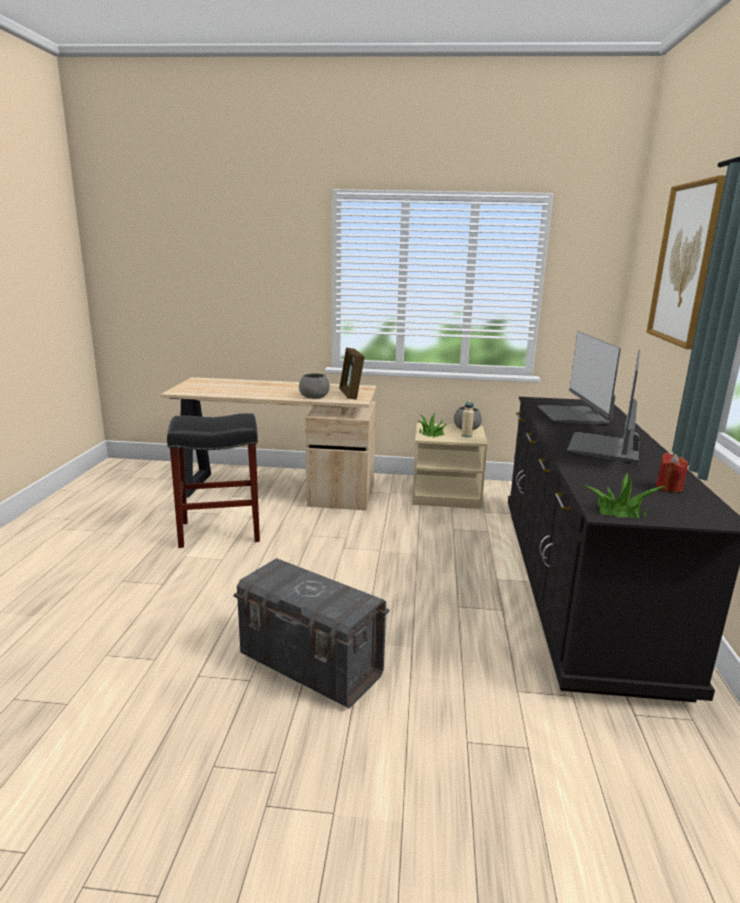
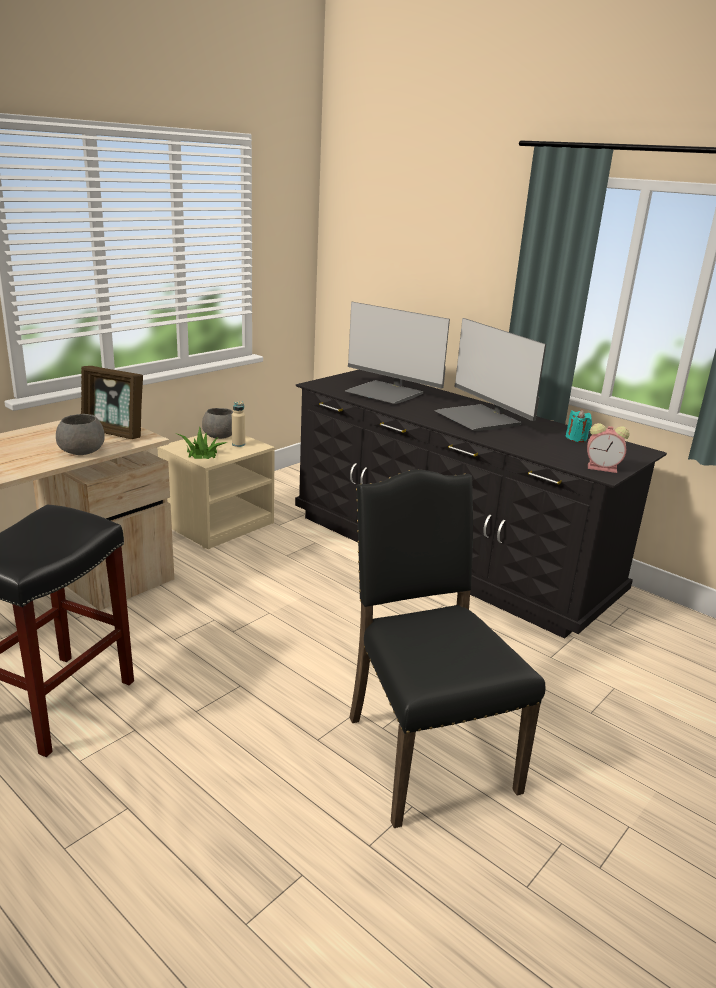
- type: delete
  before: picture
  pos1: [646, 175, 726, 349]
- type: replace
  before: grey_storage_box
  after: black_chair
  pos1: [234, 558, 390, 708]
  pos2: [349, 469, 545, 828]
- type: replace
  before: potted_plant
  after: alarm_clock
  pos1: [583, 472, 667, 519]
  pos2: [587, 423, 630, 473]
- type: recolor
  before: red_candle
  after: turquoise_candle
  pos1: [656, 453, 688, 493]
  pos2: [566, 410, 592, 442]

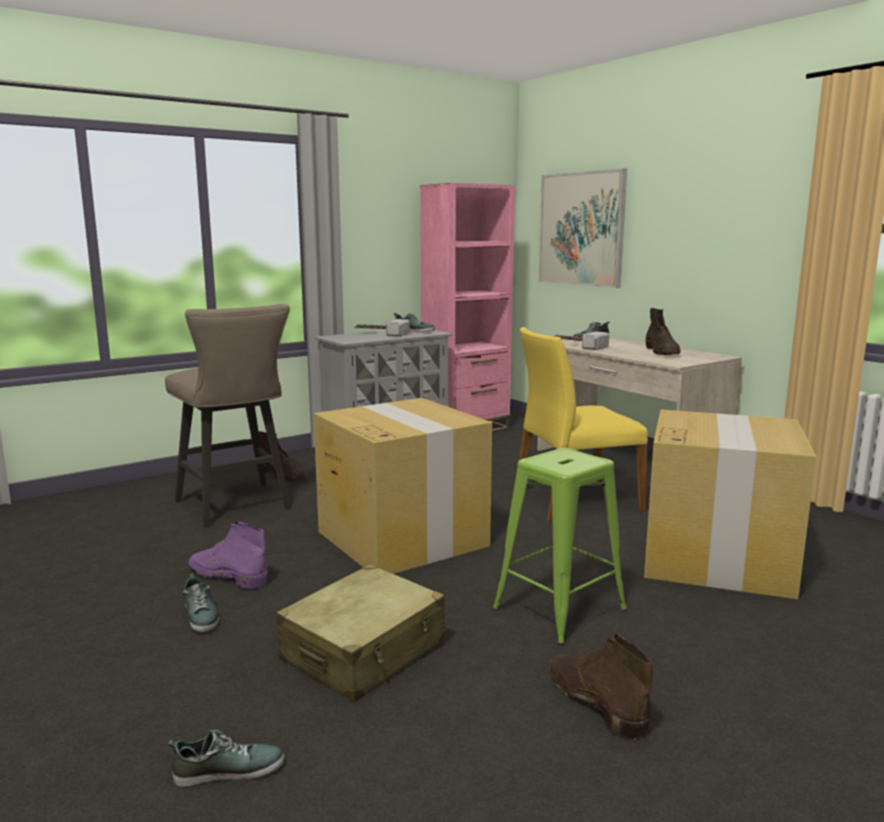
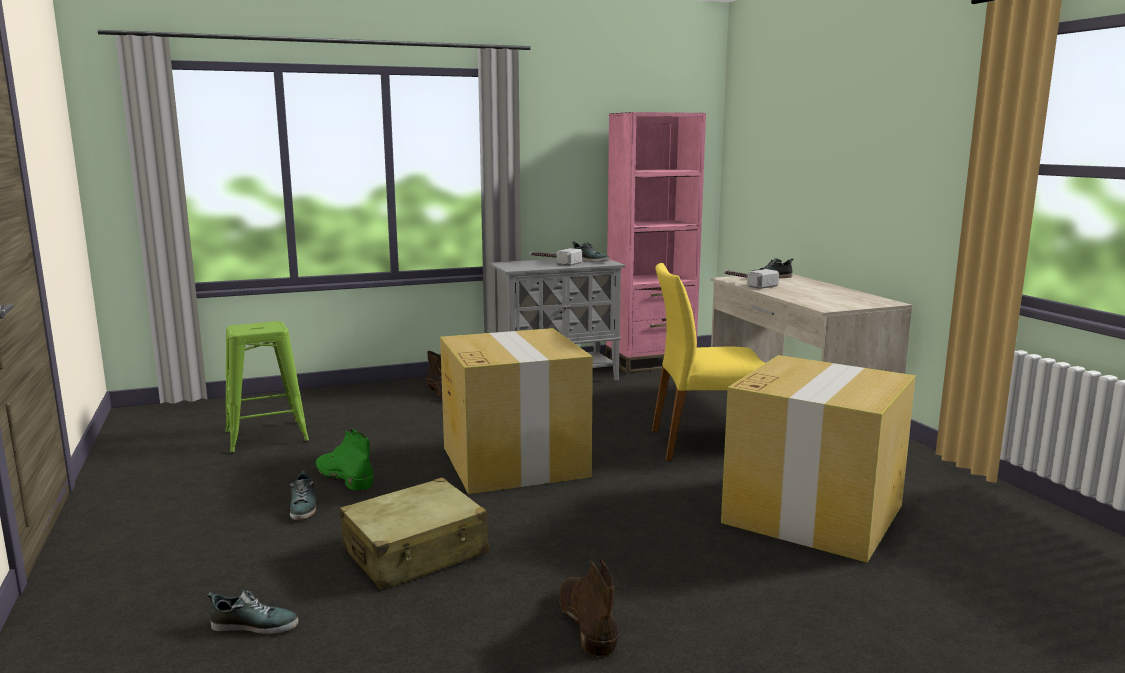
- type: delete
  before: beige_stool
  pos1: [165, 304, 291, 527]
- type: delete
  before: picture
  pos1: [538, 168, 627, 288]
- type: delete
  before: brown_boot
  pos1: [646, 308, 681, 355]
- type: move
  before: green_stool
  pos1: [492, 448, 627, 645]
  pos2: [225, 321, 309, 453]
- type: recolor
  before: purple_boot
  after: green_boot
  pos1: [188, 521, 268, 589]
  pos2: [316, 429, 373, 491]

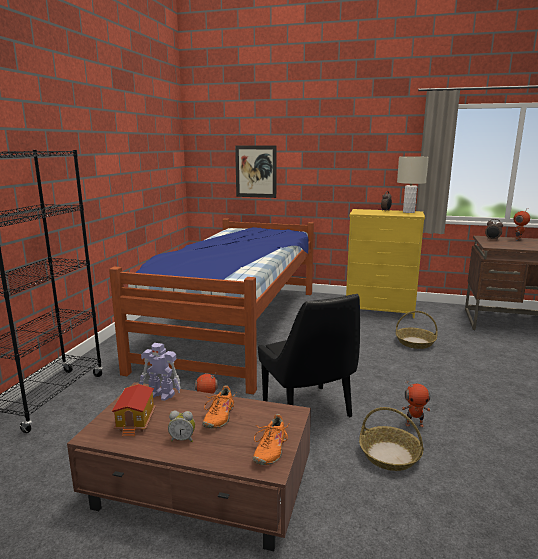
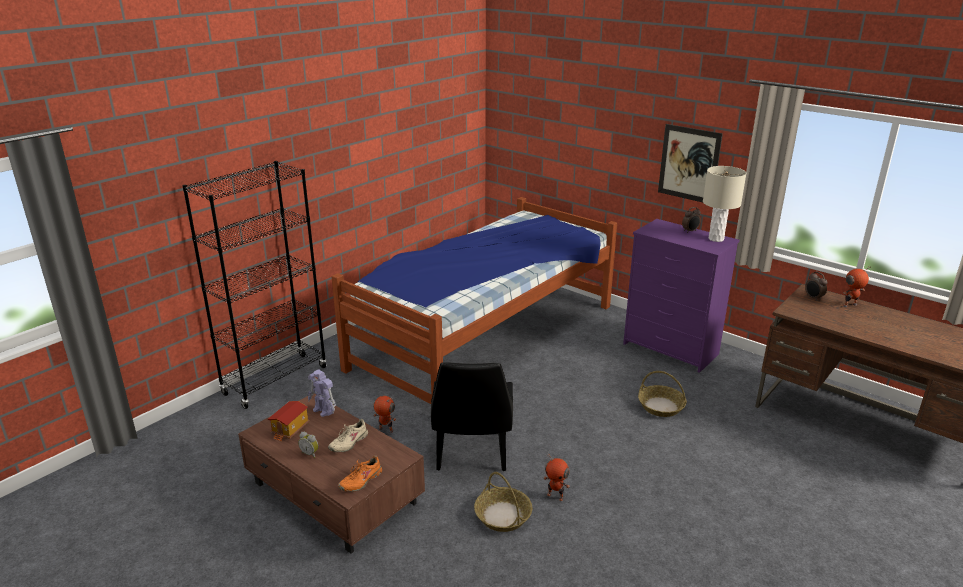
- type: move
  before: picture
  pos1: [235, 145, 277, 198]
  pos2: [658, 124, 723, 203]
- type: recolor
  before: orange_shoe
  after: beige_shoe
  pos1: [202, 385, 237, 429]
  pos2: [328, 419, 368, 452]
- type: recolor
  before: yellow_dresser
  after: purple_dresser
  pos1: [346, 209, 425, 318]
  pos2: [623, 219, 740, 373]

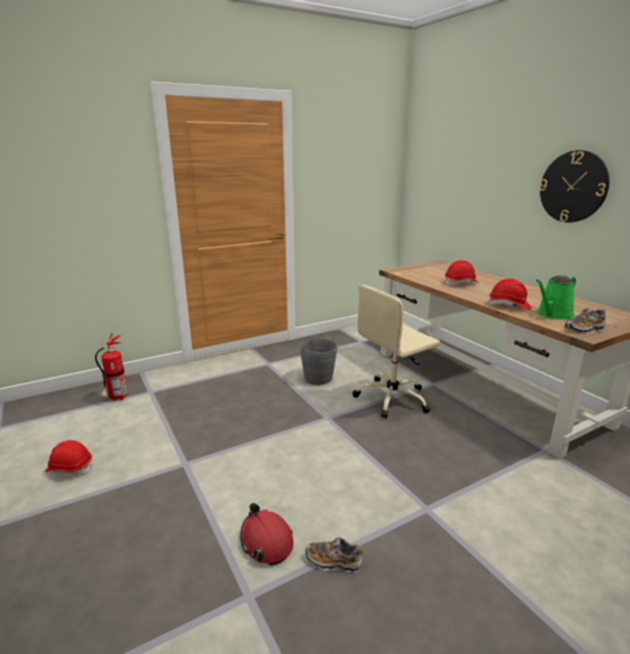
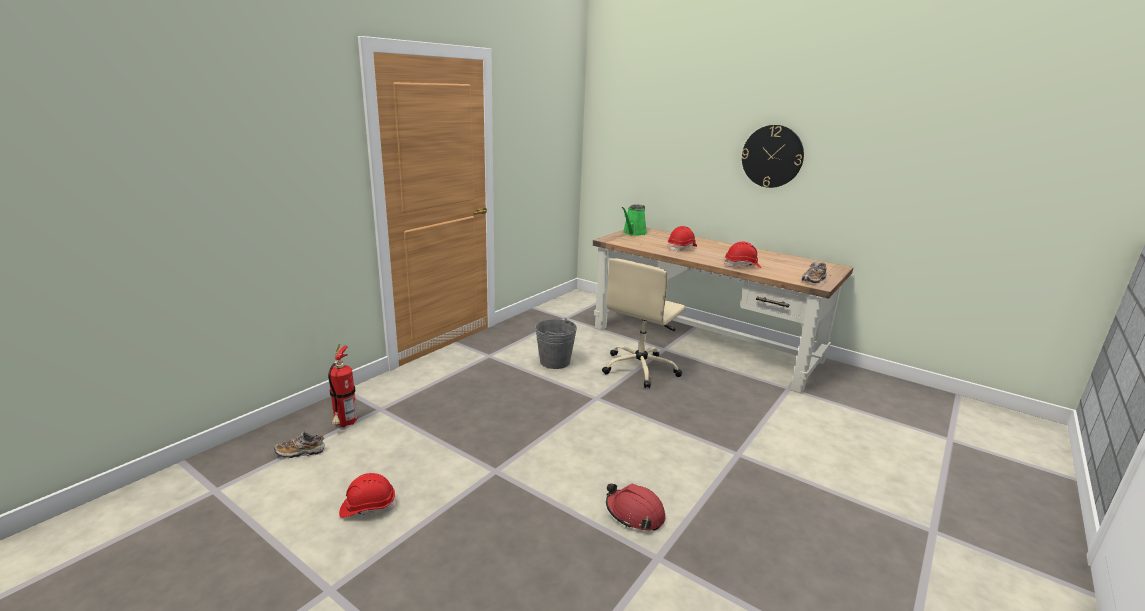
- type: move
  before: shoe
  pos1: [306, 537, 363, 572]
  pos2: [274, 431, 325, 459]
- type: move
  before: green_watering_can
  pos1: [536, 275, 576, 320]
  pos2: [622, 204, 647, 236]

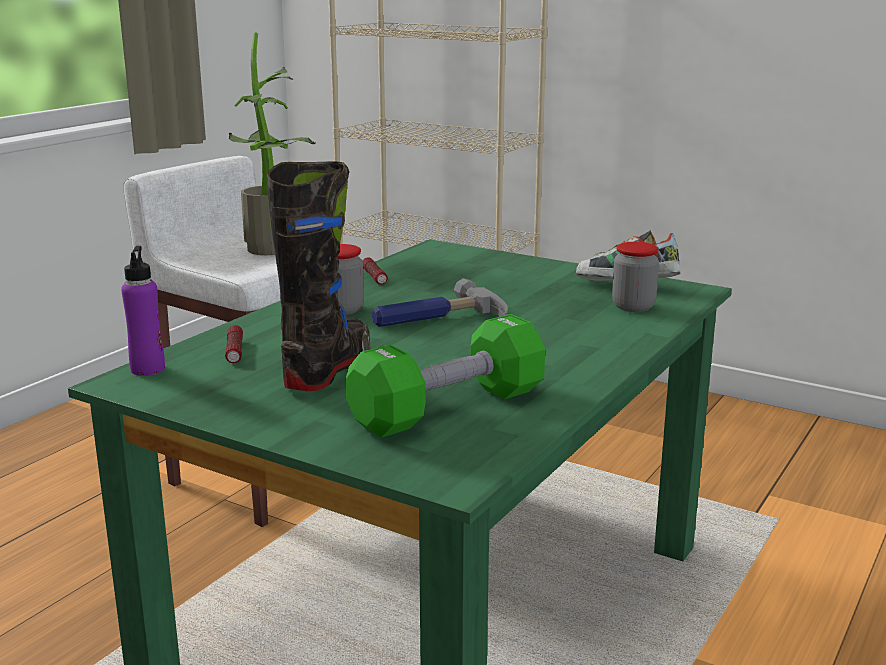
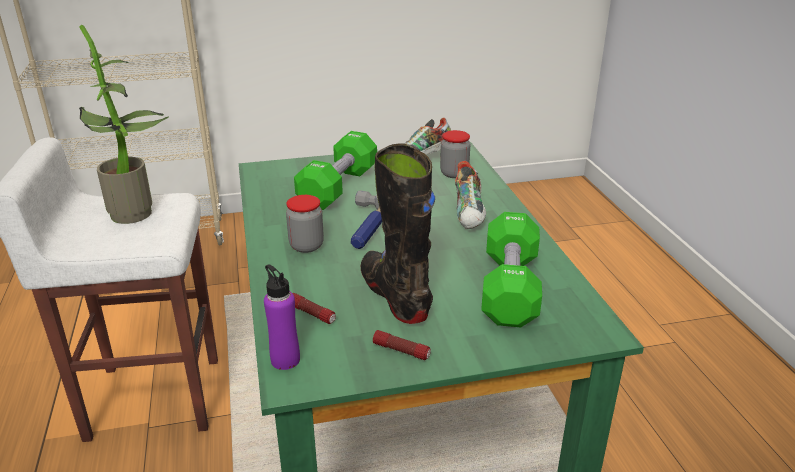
- type: insert
  after: green_dumbbell
  pos2: [294, 131, 377, 210]
- type: insert
  after: shoe
  pos2: [455, 161, 486, 229]
- type: move
  before: flashlight
  pos1: [363, 257, 388, 285]
  pos2: [373, 330, 431, 360]

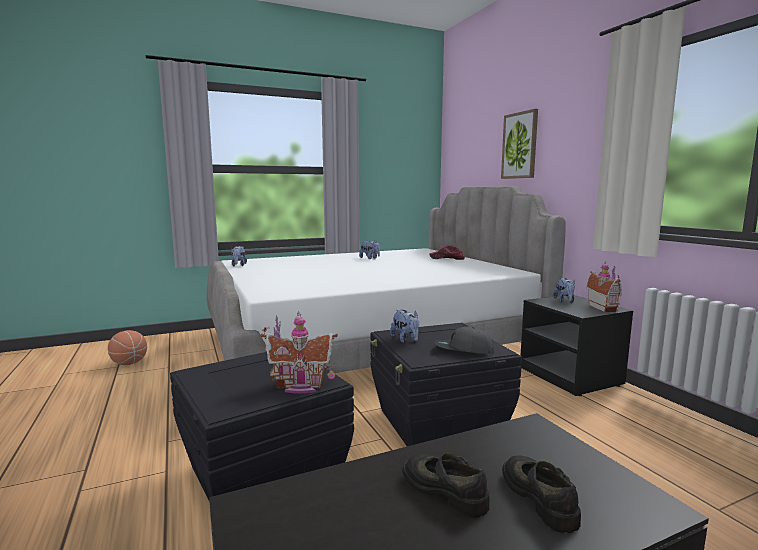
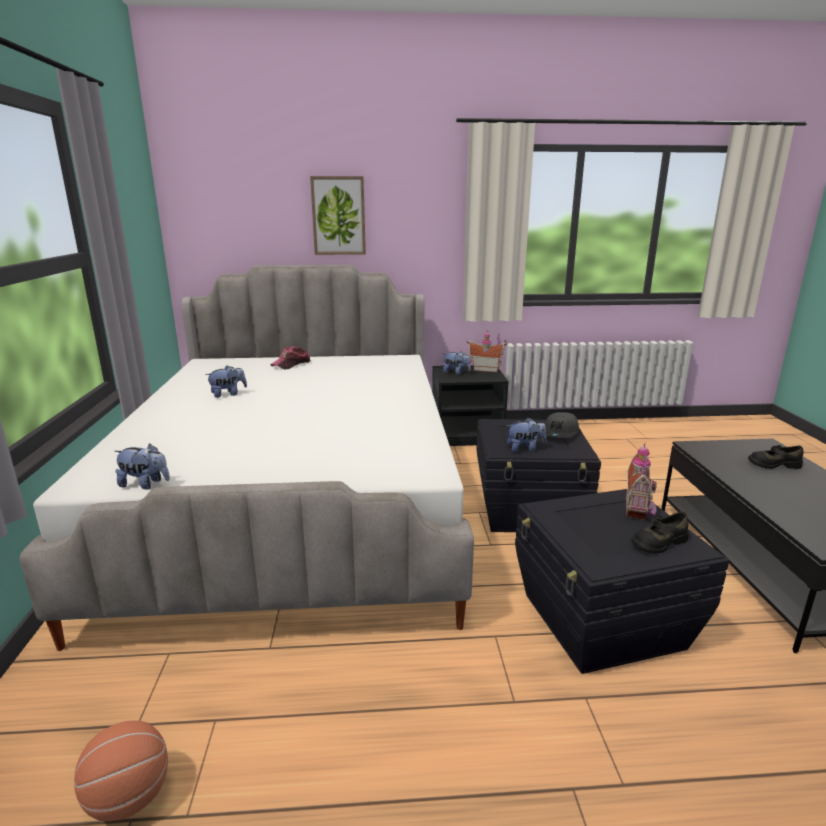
- type: move
  before: black_shoe
  pos1: [402, 454, 490, 518]
  pos2: [631, 512, 689, 554]

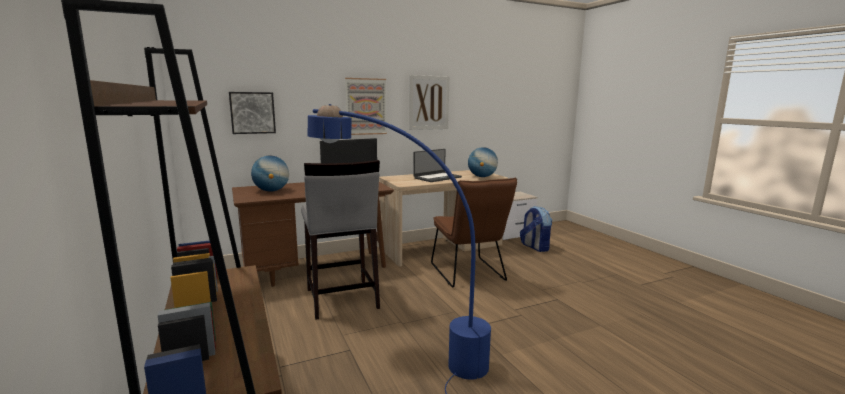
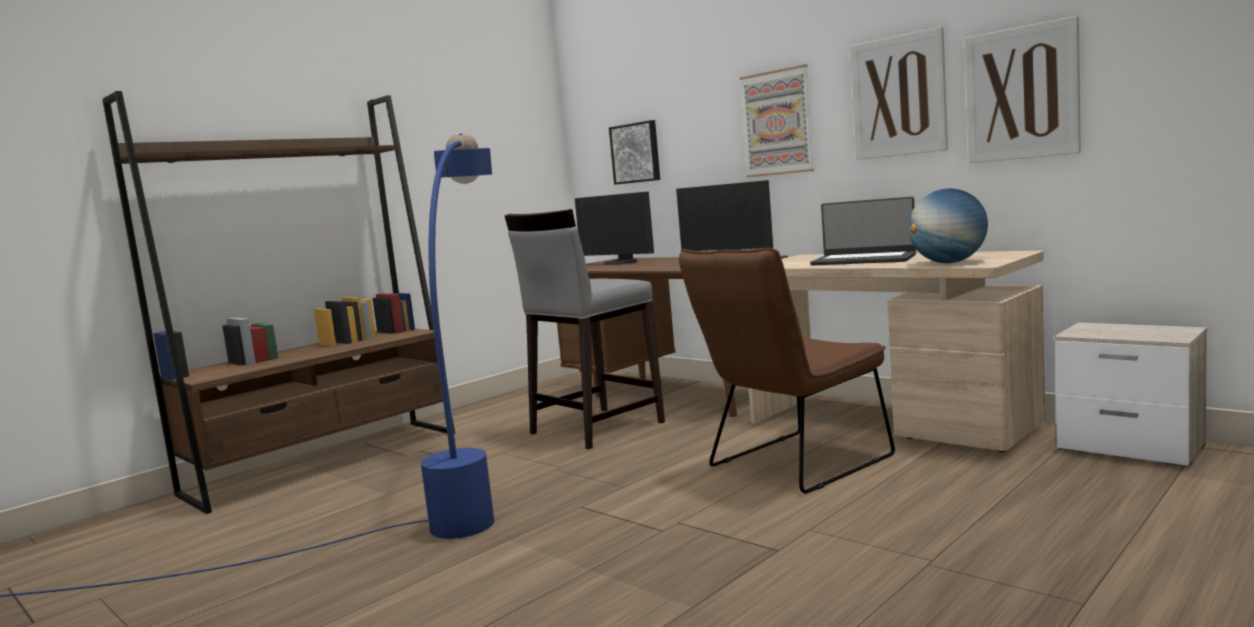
- type: delete
  before: backpack
  pos1: [520, 206, 552, 252]
- type: insert
  after: picture
  pos2: [965, 16, 1081, 163]
- type: replace
  before: globe
  after: monitor
  pos1: [251, 156, 289, 192]
  pos2: [575, 191, 654, 265]

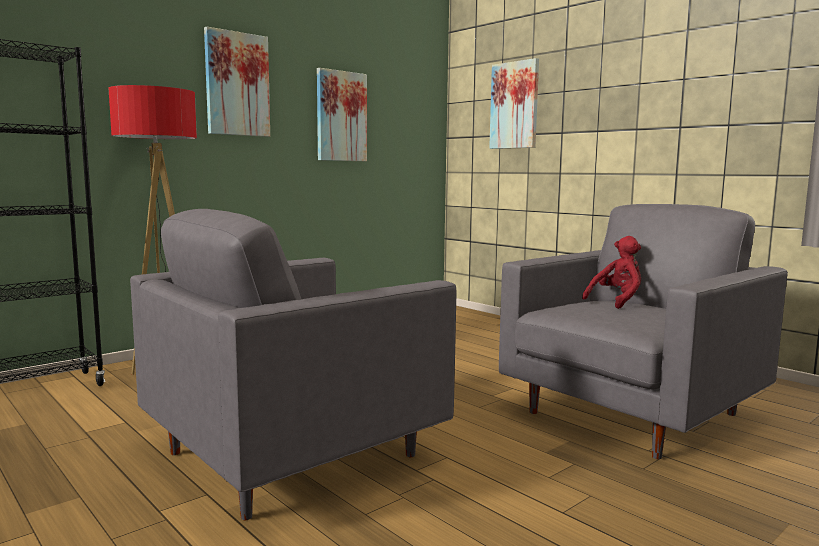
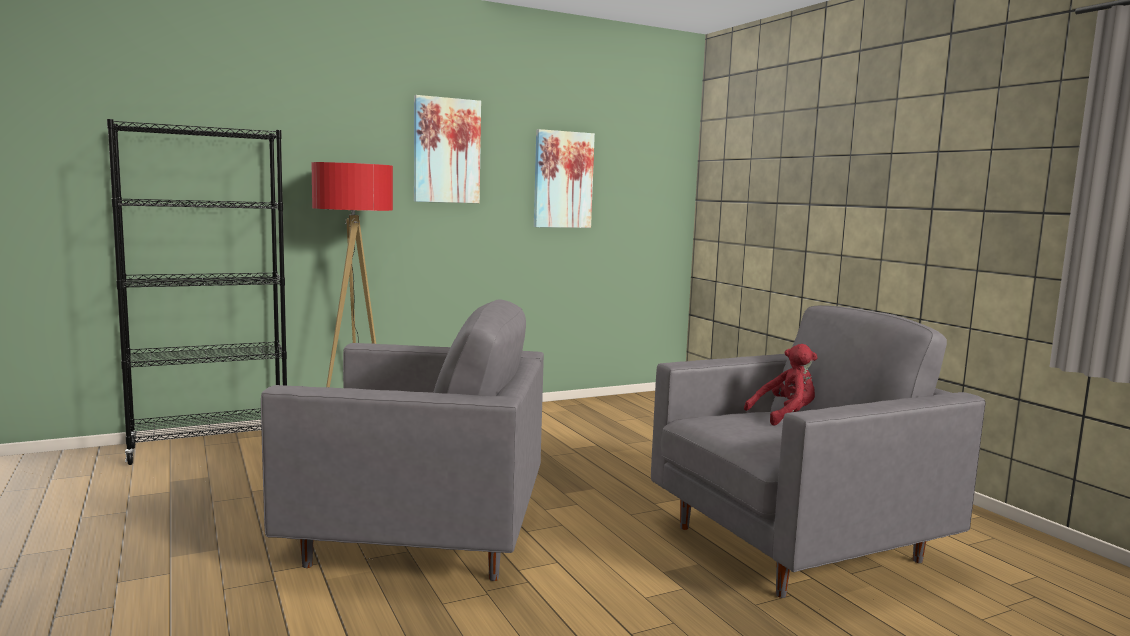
- type: delete
  before: picture
  pos1: [489, 58, 539, 149]
- type: rotate
  before: grey_armchair
  pos1: [130, 209, 456, 520]
  pos2: [261, 299, 544, 581]
  turn: -150

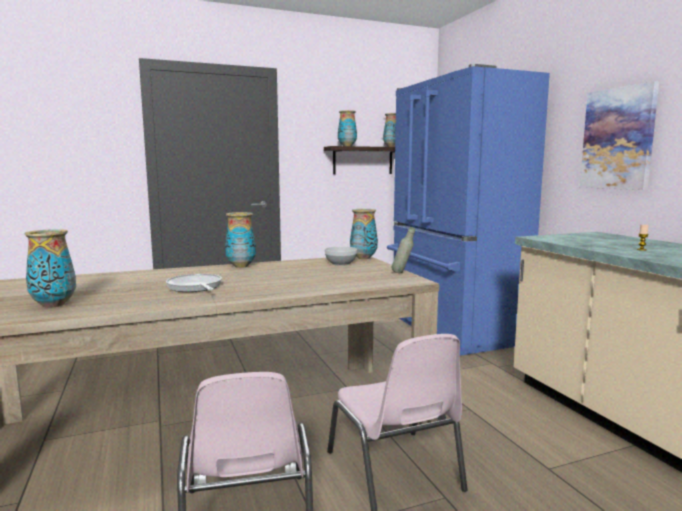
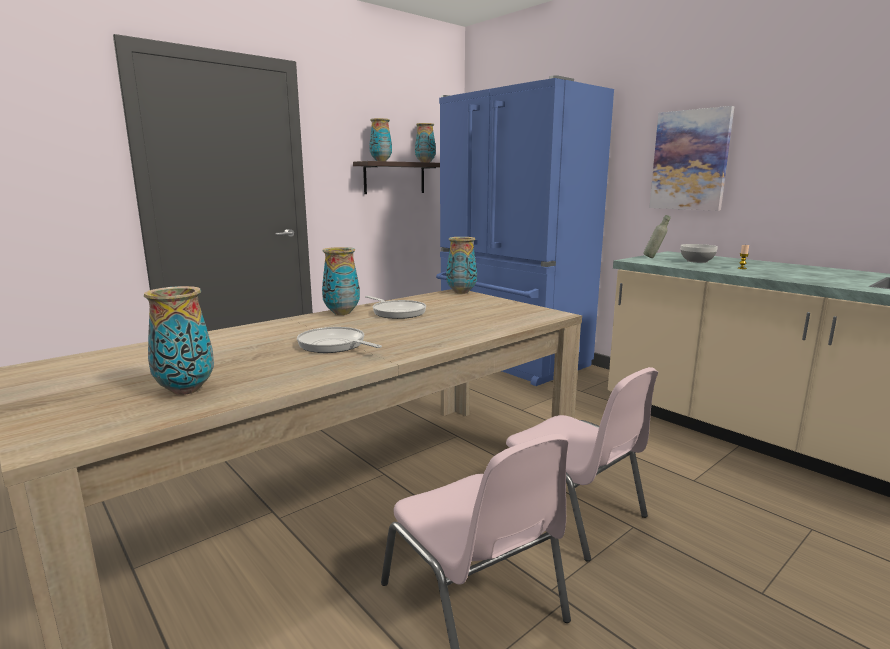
- type: insert
  after: frying_pan
  pos2: [365, 296, 426, 319]
- type: move
  before: bowl
  pos1: [325, 246, 357, 266]
  pos2: [681, 244, 718, 263]
- type: move
  before: grey_bottle
  pos1: [392, 227, 415, 273]
  pos2: [643, 215, 671, 258]

